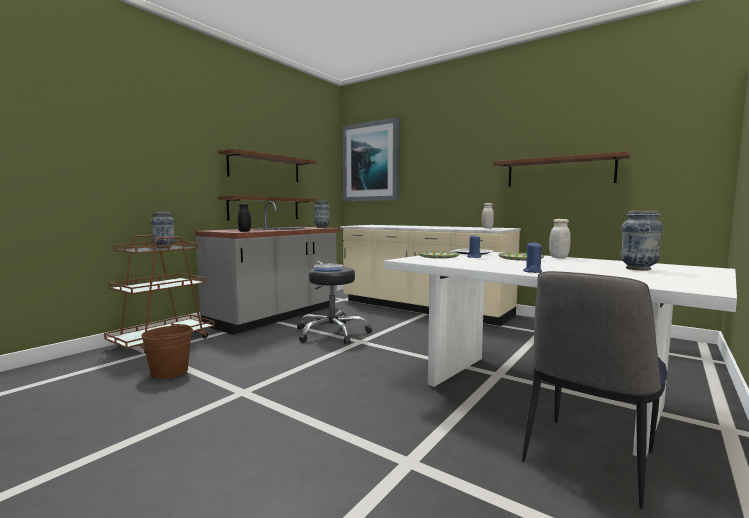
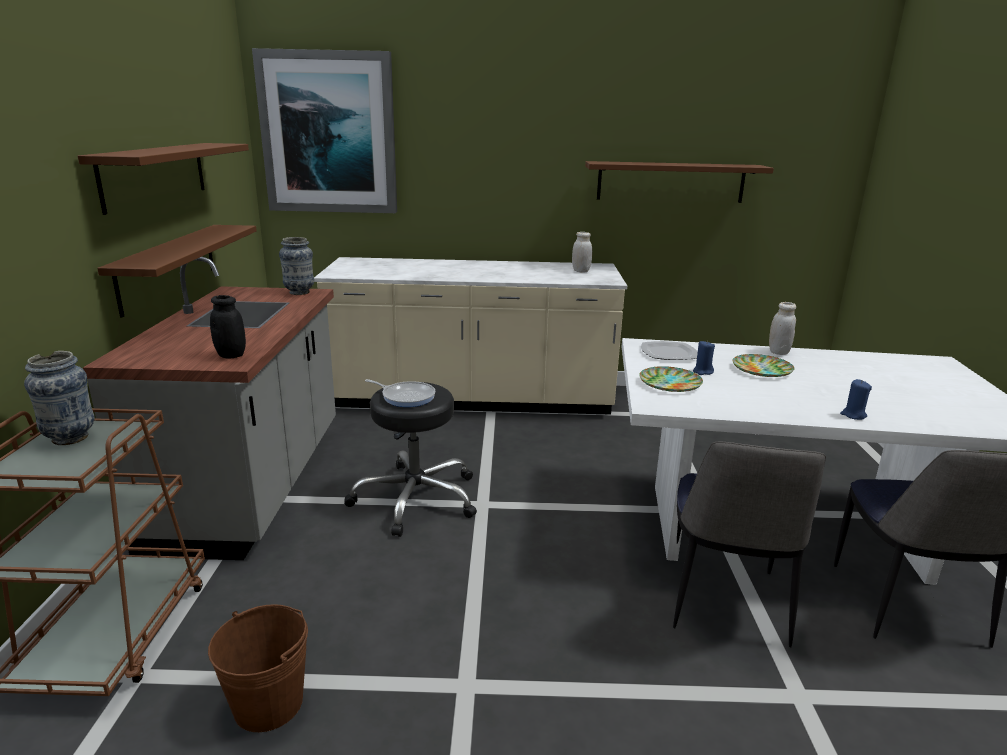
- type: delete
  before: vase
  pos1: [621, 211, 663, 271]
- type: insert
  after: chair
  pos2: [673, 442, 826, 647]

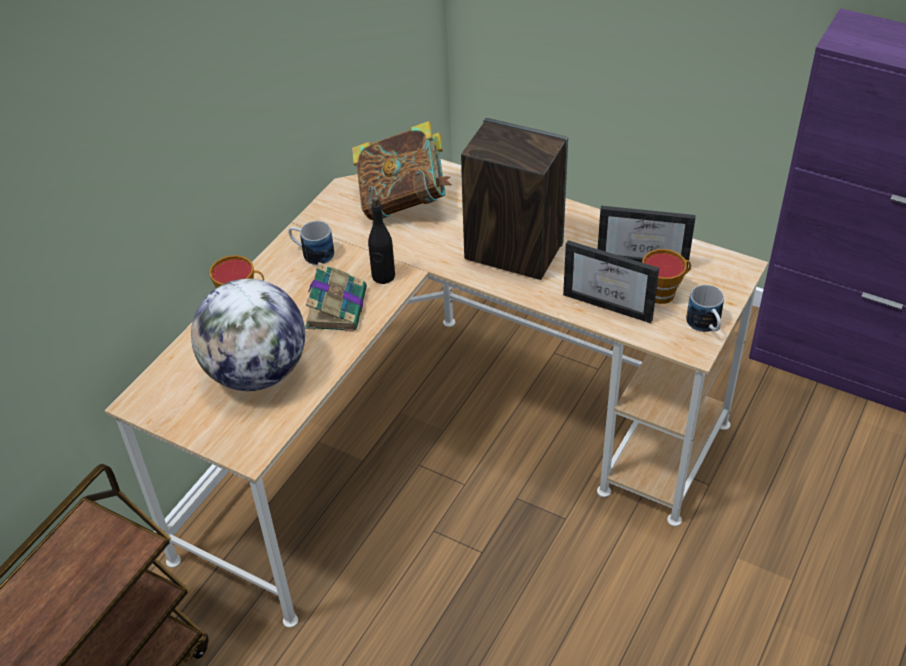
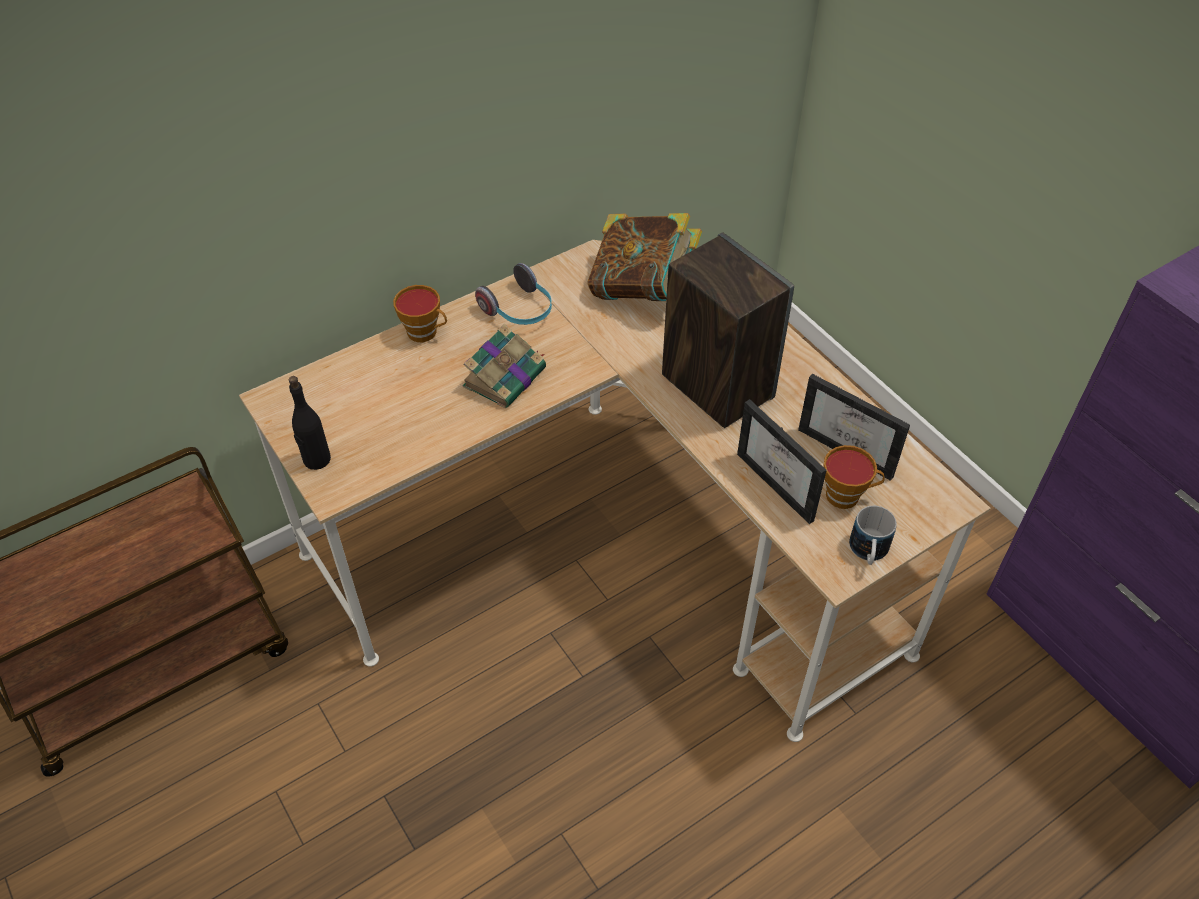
- type: delete
  before: globe
  pos1: [191, 279, 305, 391]
- type: move
  before: black_bottle
  pos1: [368, 196, 395, 284]
  pos2: [289, 376, 331, 470]
- type: replace
  before: mug
  after: headphones
  pos1: [288, 221, 334, 265]
  pos2: [475, 263, 552, 325]

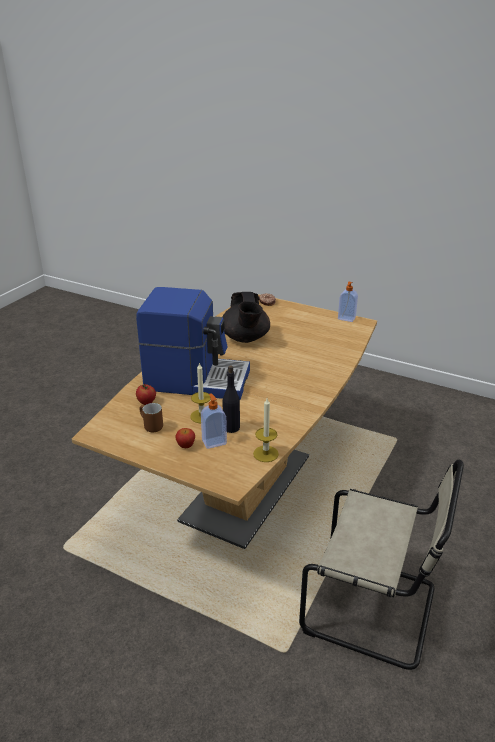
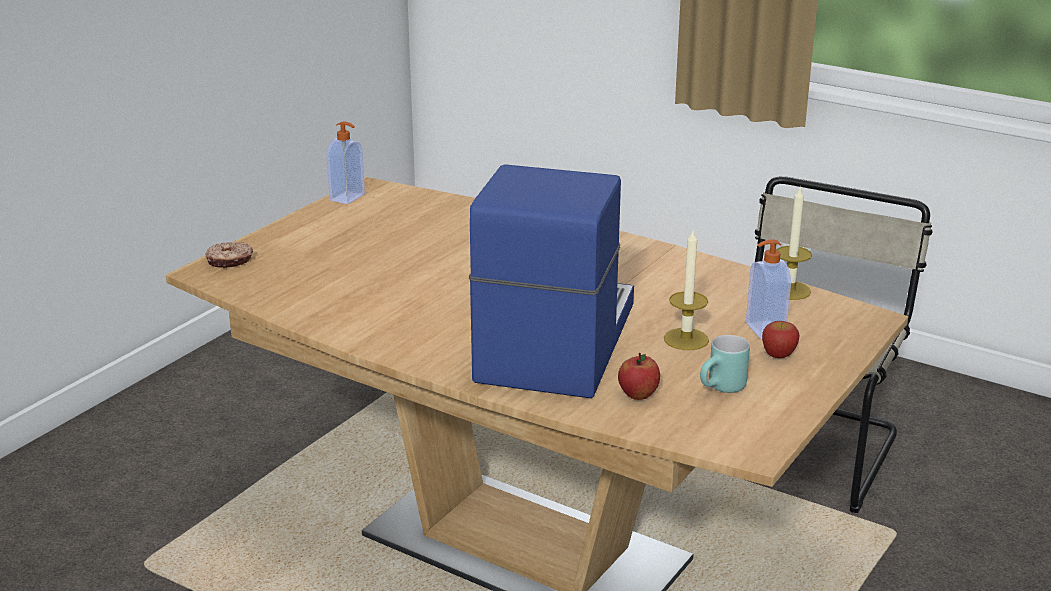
- type: delete
  before: black_teapot
  pos1: [222, 292, 270, 343]
- type: delete
  before: black_bottle
  pos1: [223, 365, 240, 433]
- type: recolor
  before: brown_mug
  after: turquoise_mug
  pos1: [140, 403, 163, 433]
  pos2: [700, 335, 750, 393]

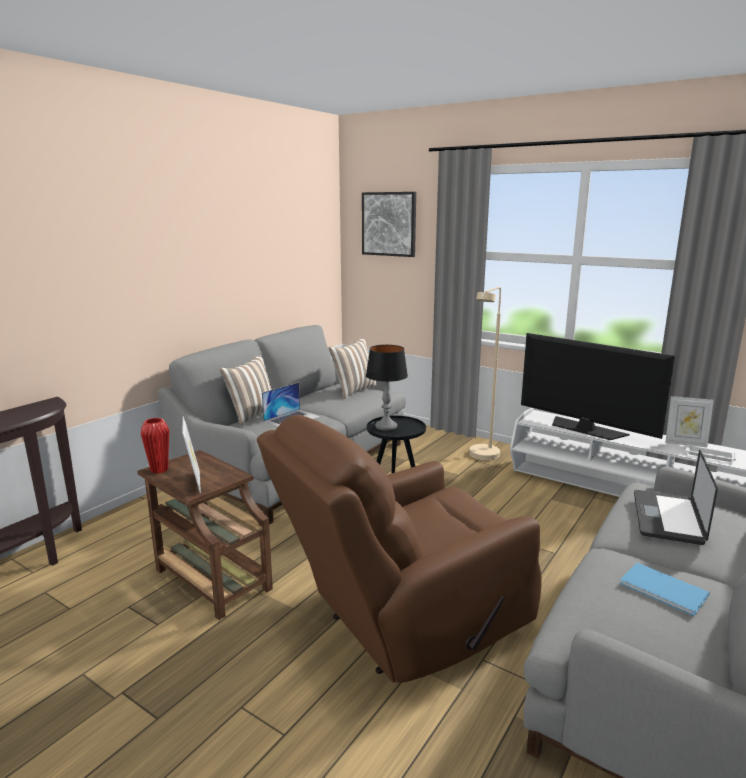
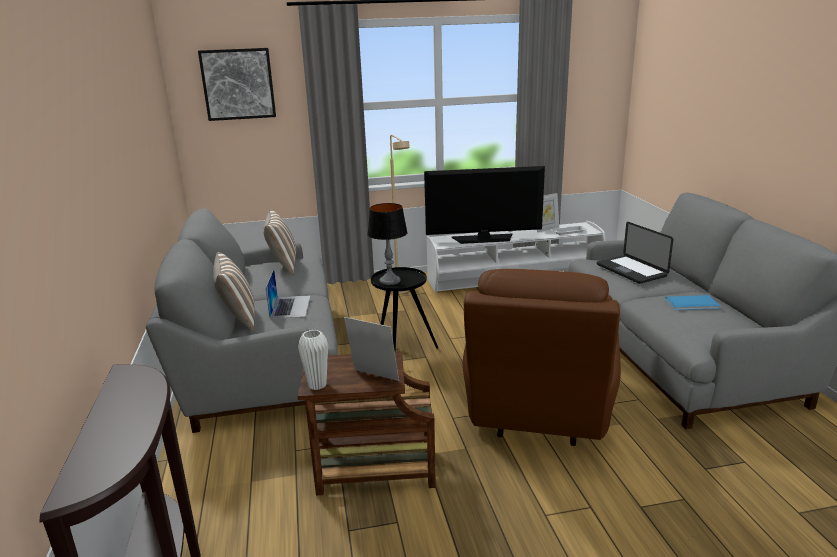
- type: recolor
  before: red_vase
  after: white_vase
  pos1: [141, 418, 169, 473]
  pos2: [298, 330, 328, 390]

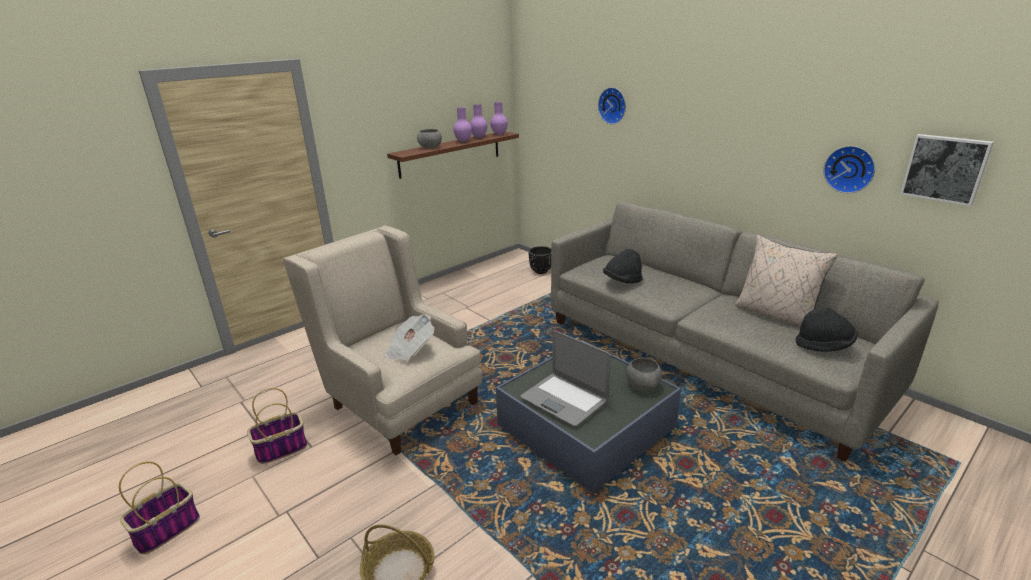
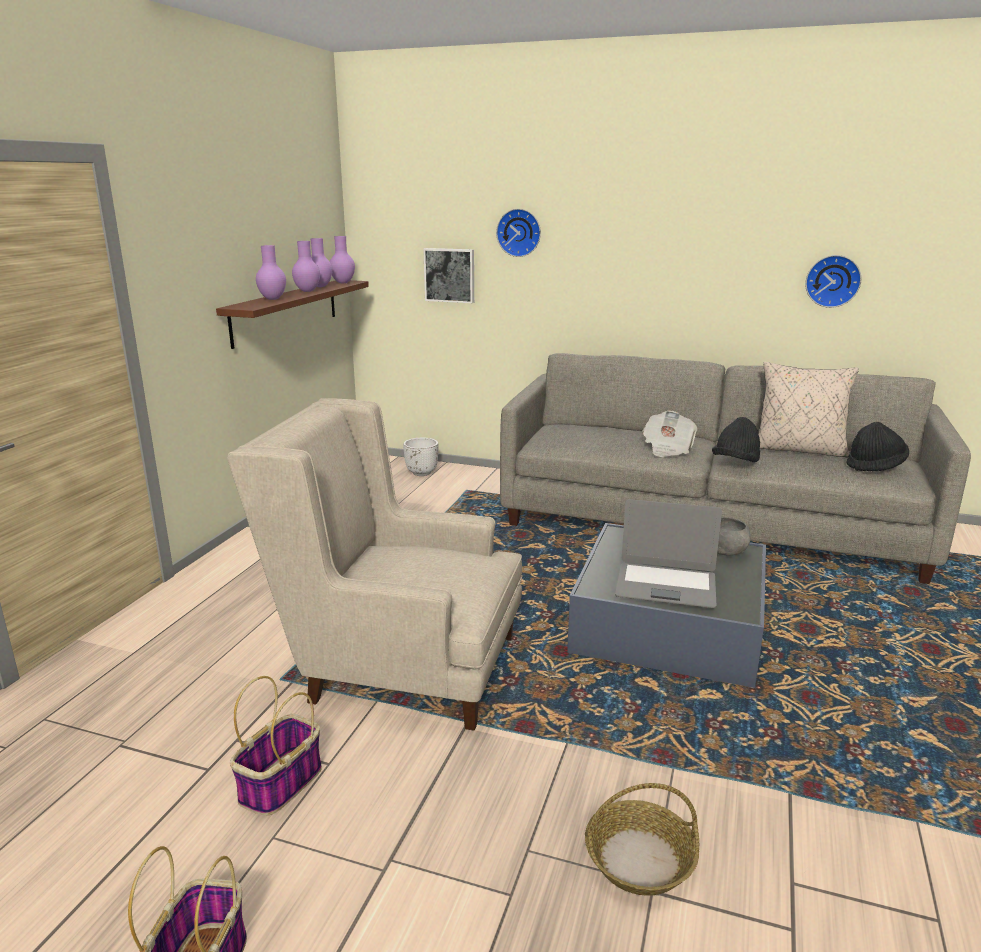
- type: move
  before: newspaper
  pos1: [384, 314, 434, 361]
  pos2: [642, 411, 697, 457]
- type: move
  before: black_hat
  pos1: [603, 249, 643, 283]
  pos2: [712, 417, 760, 462]
- type: move
  before: picture
  pos1: [900, 134, 994, 206]
  pos2: [423, 248, 474, 303]
- type: replace
  before: grey_bowl
  after: purple_vase
  pos1: [417, 129, 442, 148]
  pos2: [256, 245, 286, 300]
- type: recolor
  before: black_planter
  after: white_planter
  pos1: [528, 246, 551, 274]
  pos2: [403, 438, 439, 476]

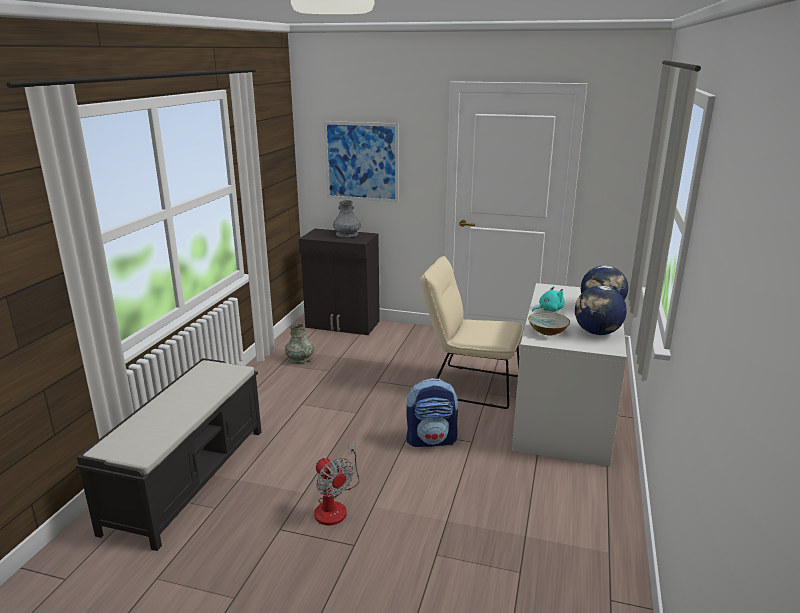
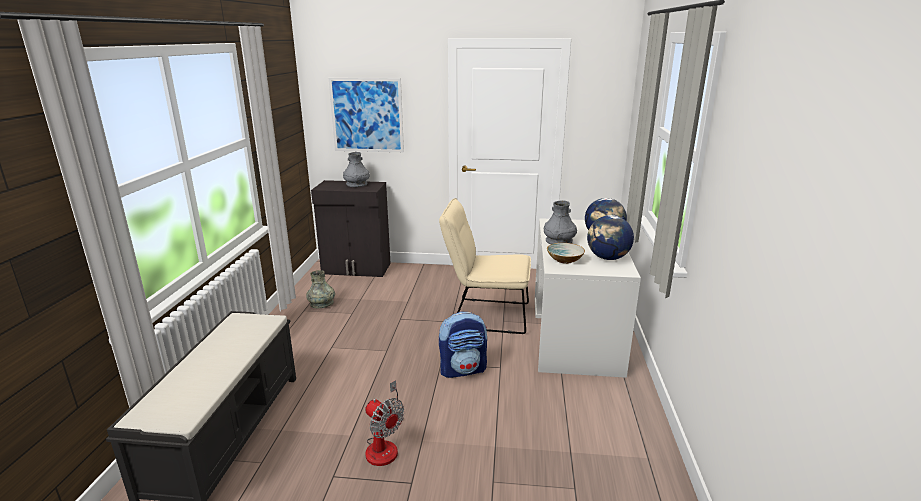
- type: replace
  before: turquoise_plush_toy
  after: grey_vase
  pos1: [532, 286, 565, 312]
  pos2: [544, 200, 577, 244]

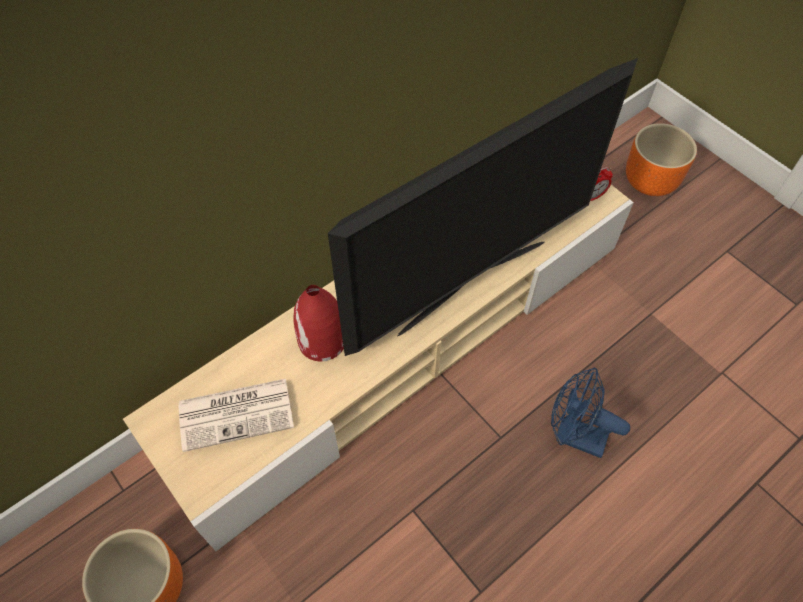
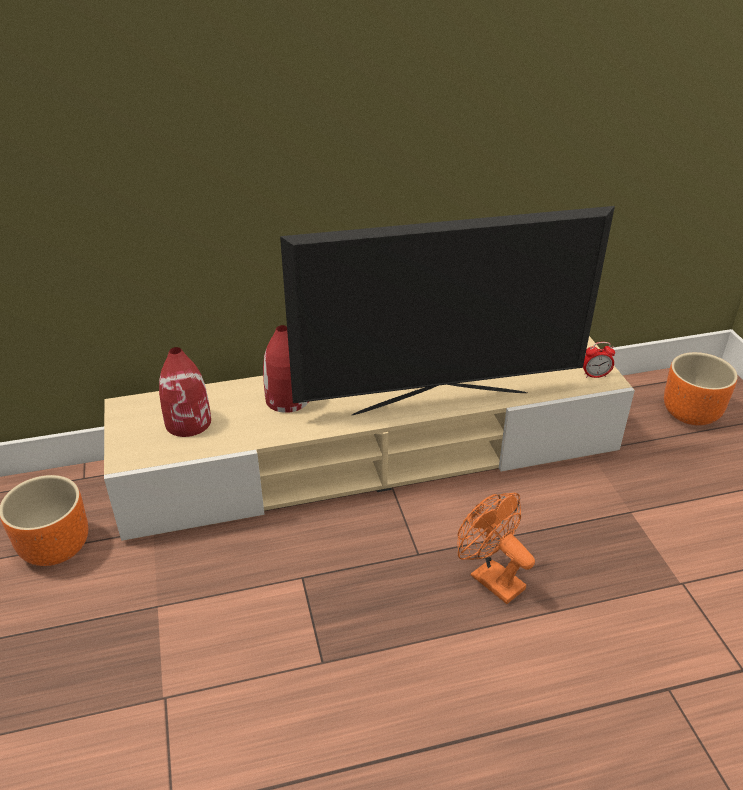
- type: replace
  before: newspaper
  after: red_vase
  pos1: [179, 379, 294, 452]
  pos2: [159, 347, 211, 437]
- type: recolor
  before: blue_fan
  after: orange_fan
  pos1: [551, 368, 630, 458]
  pos2: [457, 493, 535, 604]

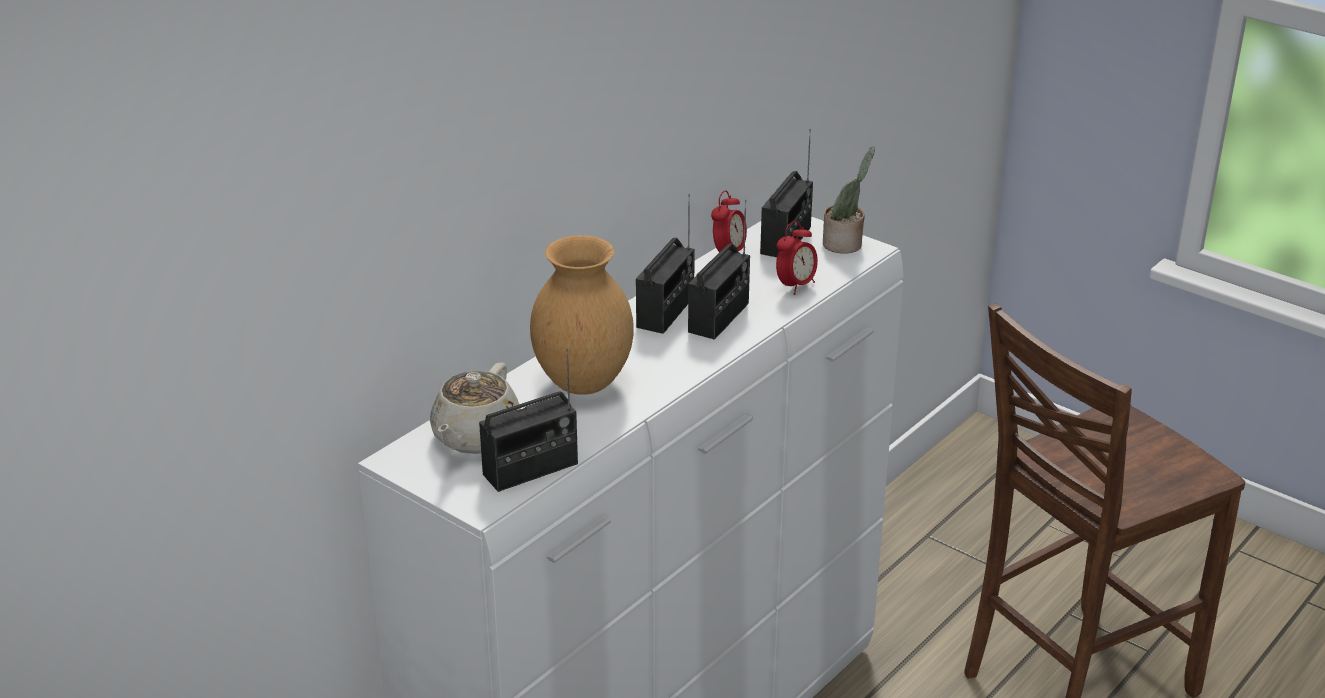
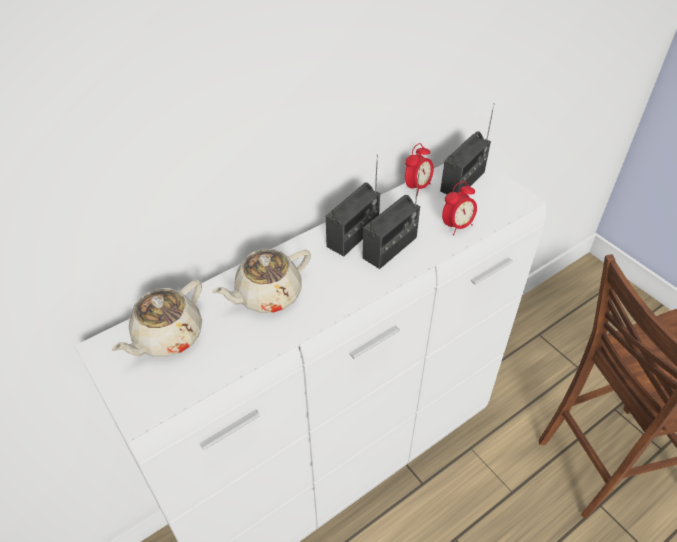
- type: delete
  before: radio
  pos1: [479, 348, 578, 492]
- type: delete
  before: potted_plant
  pos1: [823, 146, 875, 254]
- type: replace
  before: brown_vase
  after: beige_teapot
  pos1: [530, 235, 634, 395]
  pos2: [212, 249, 311, 313]

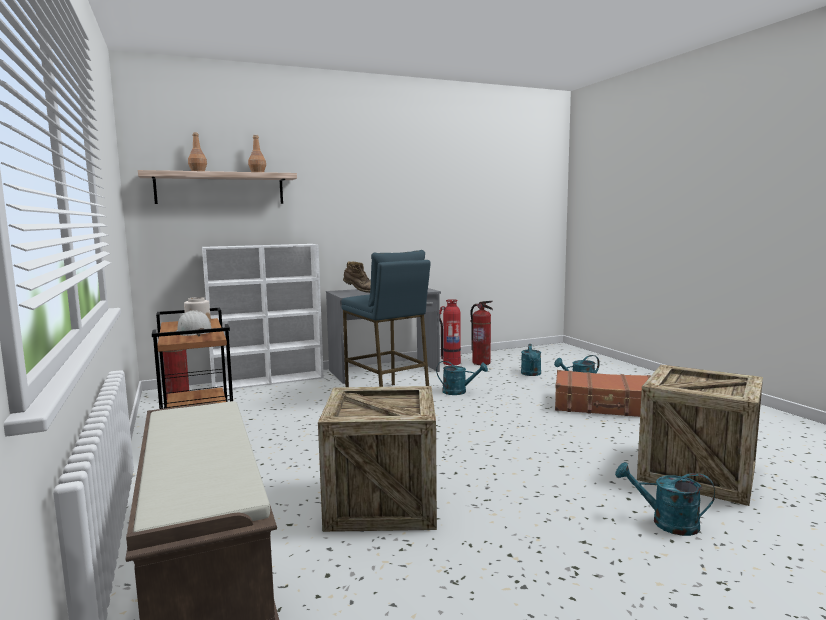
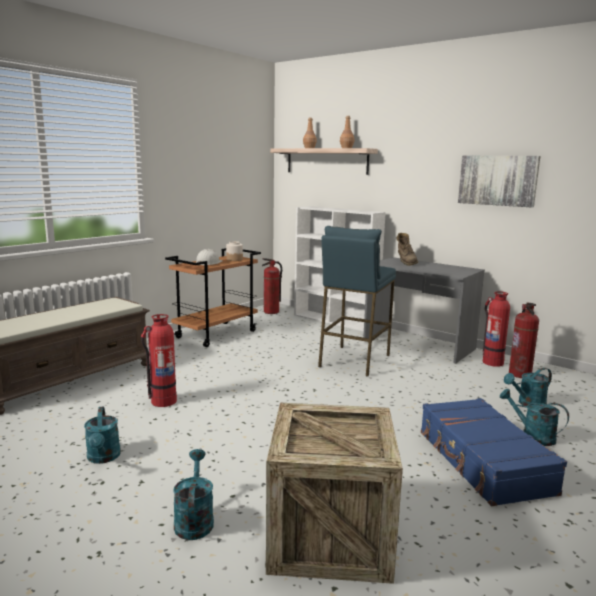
- type: insert
  after: picture
  pos2: [458, 155, 540, 208]
- type: move
  before: turquoise_watering_can
  pos1: [436, 361, 488, 395]
  pos2: [84, 406, 121, 464]
- type: replace
  before: crate
  after: fire_extinguisher
  pos1: [318, 386, 437, 532]
  pos2: [141, 314, 177, 407]
- type: recolor
  before: brown_suitcase
  after: blue_suitcase
  pos1: [555, 370, 651, 417]
  pos2: [421, 398, 567, 506]

